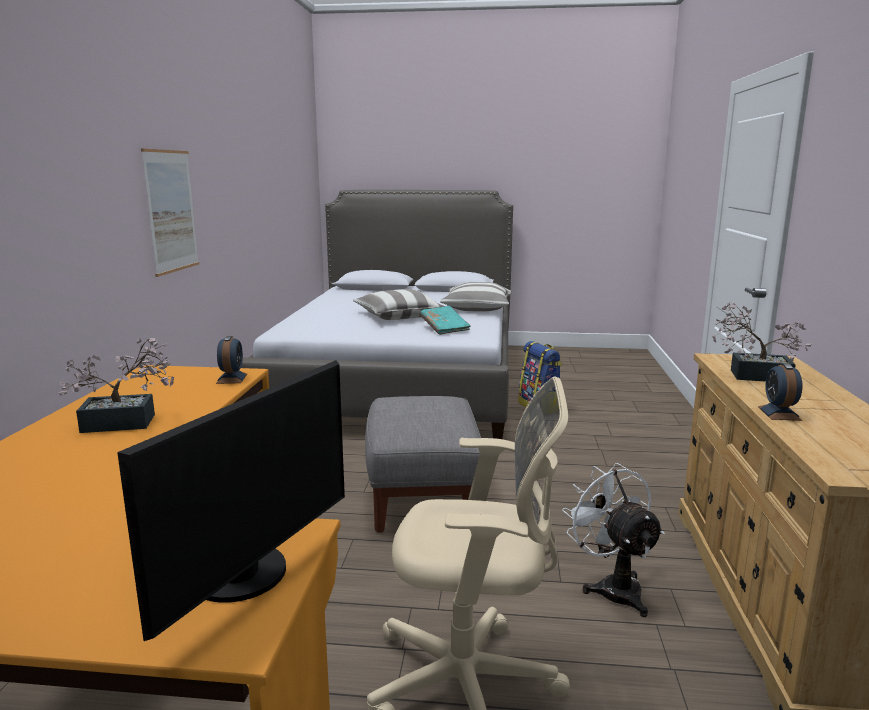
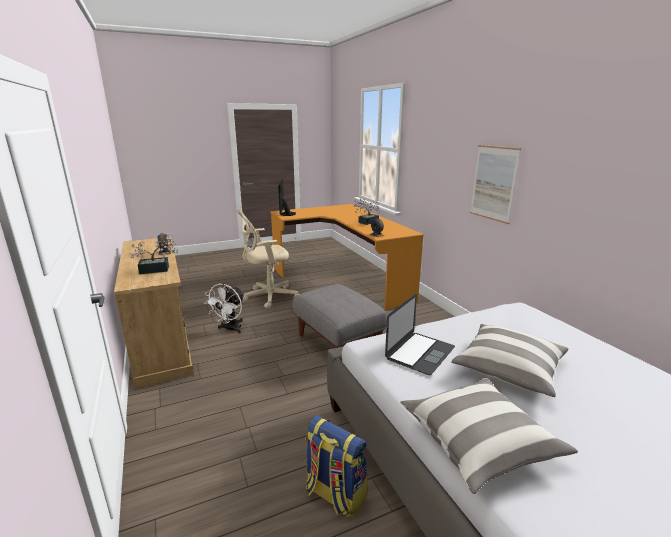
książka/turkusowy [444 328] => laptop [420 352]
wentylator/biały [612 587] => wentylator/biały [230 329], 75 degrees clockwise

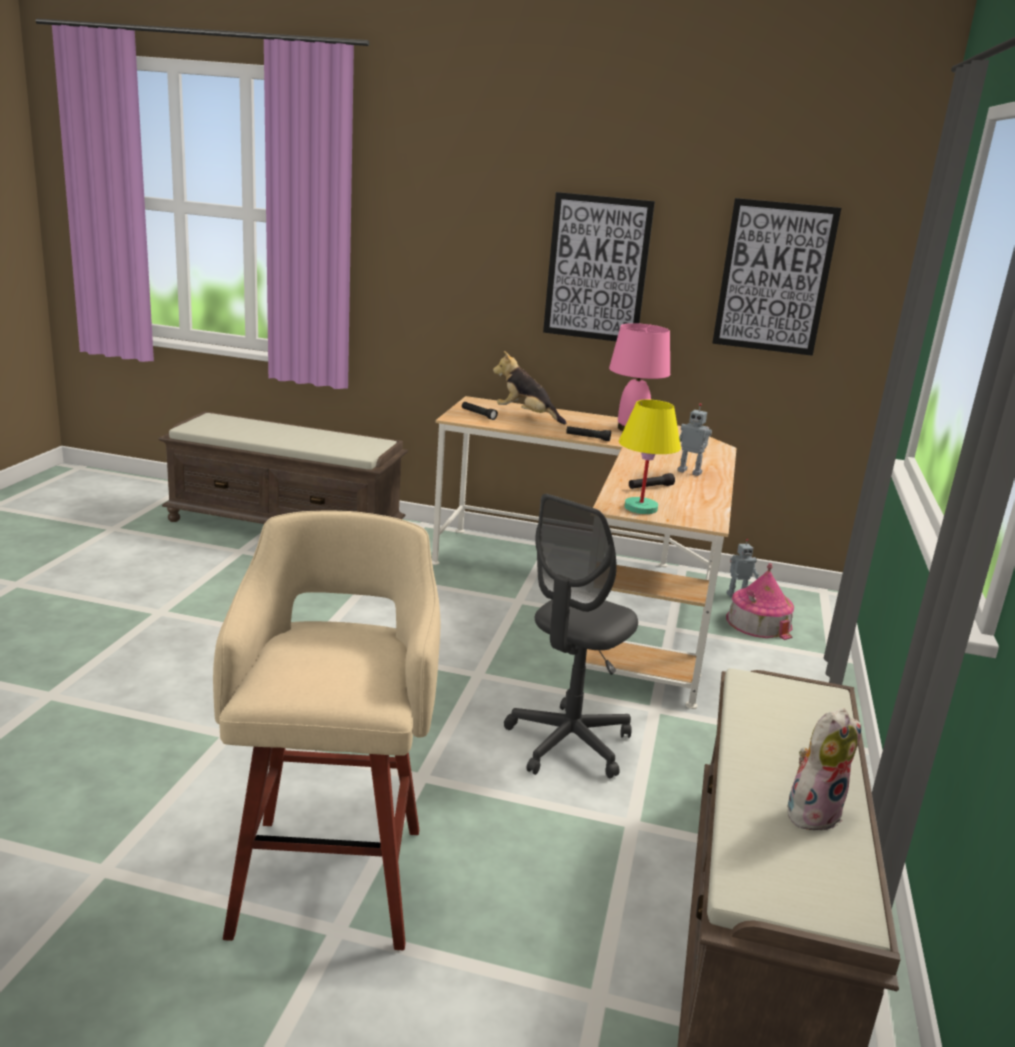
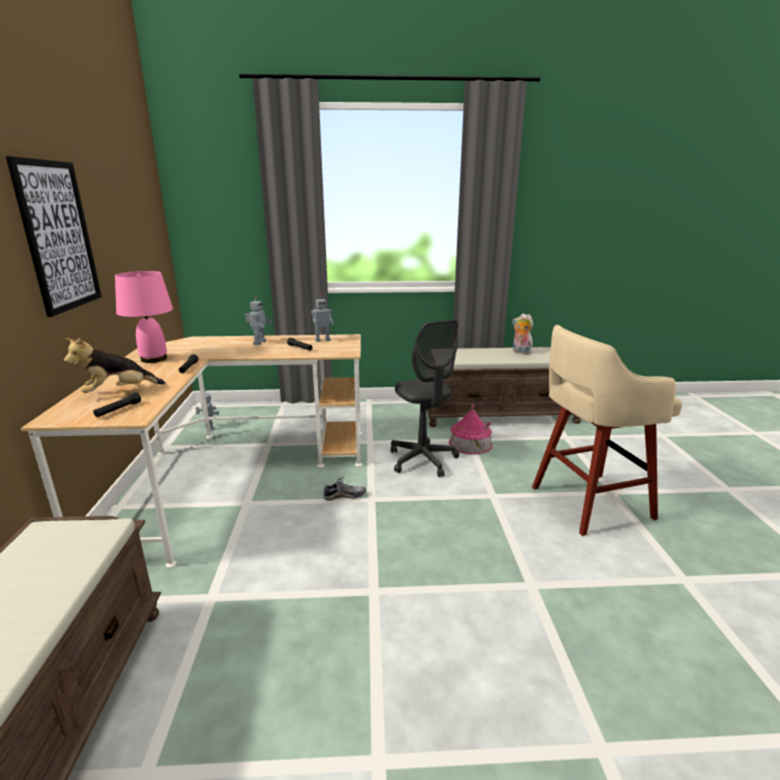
pluszak [526 416] => pluszak [119 392], 45 degrees clockwise
krzesło biurowe/szary [568 743] => krzesło biurowe/szary [422 460], 45 degrees clockwise
lampa stołowa/żółty [641 508] => nothing
obraz [774 277] => nothing
domek [758 622] => domek [470 443], moved
nothing => robot zabawkowy [322 340]
nothing => but [344 496]

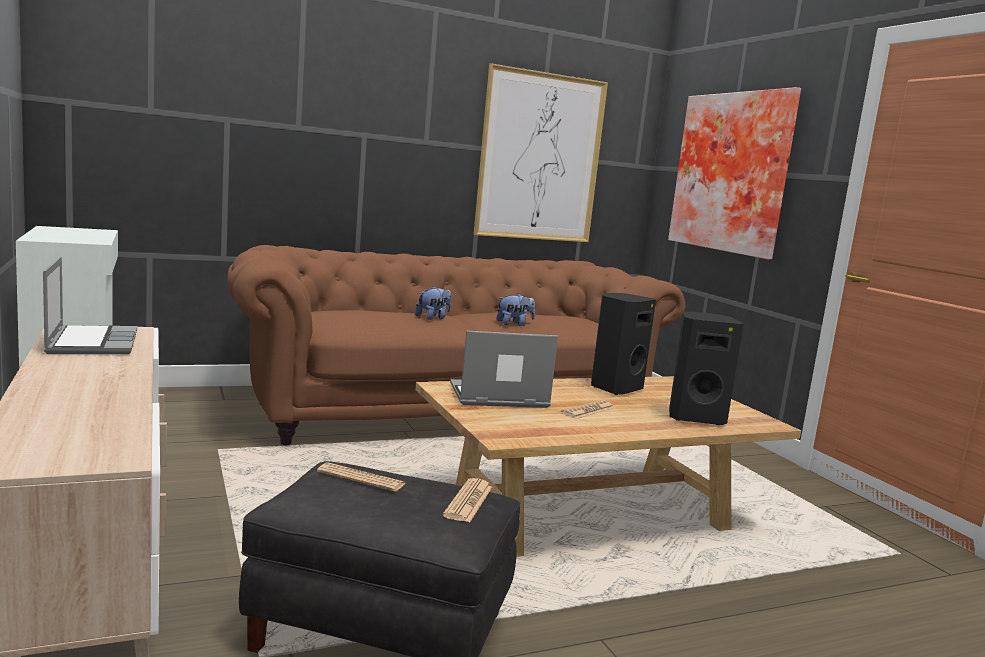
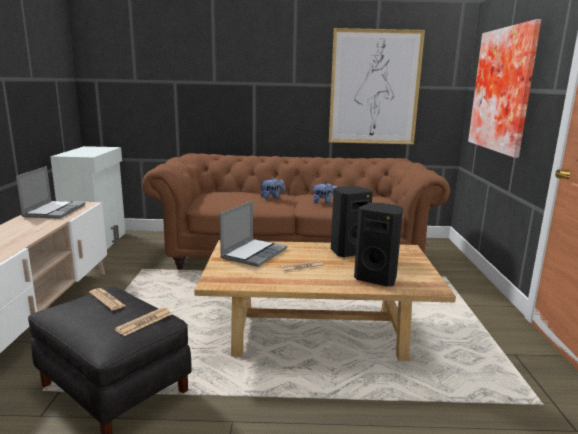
laptop [497 397] => laptop [254 253], 105 degrees clockwise

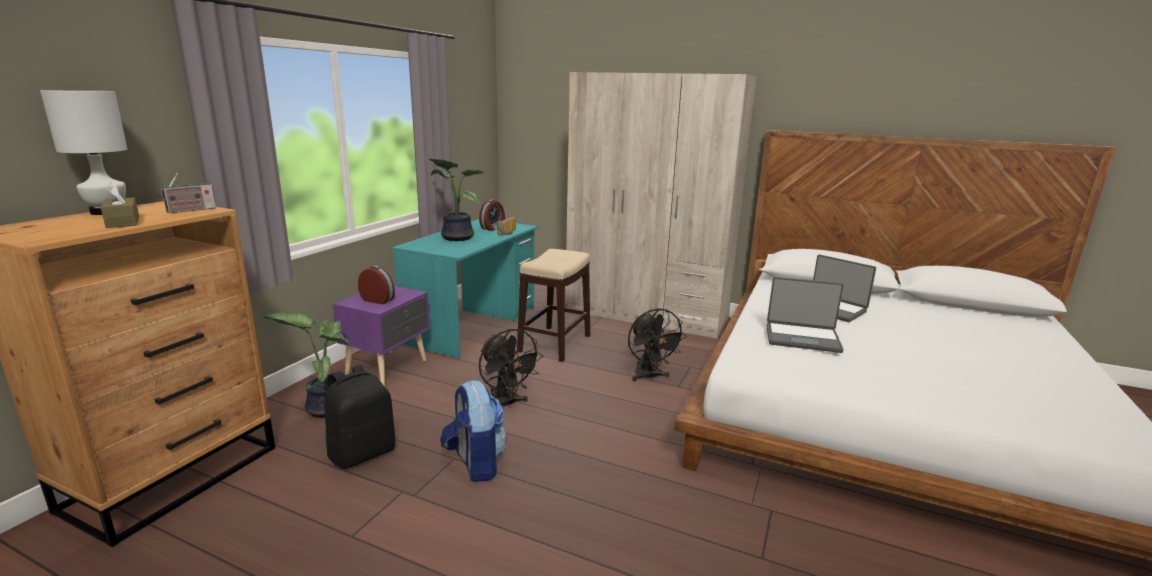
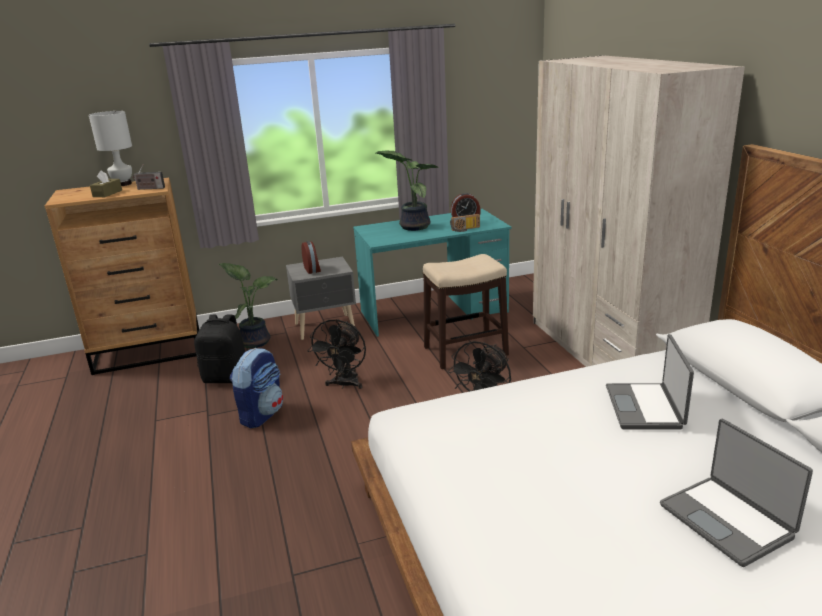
szafka nocna/fioletowy [389 368] => szafka nocna/szary [326 327]
laptop [802 338] => laptop [727 520], moved

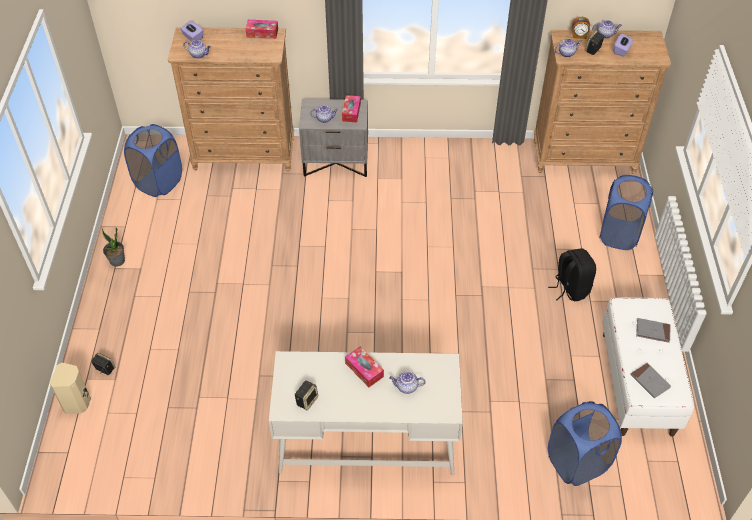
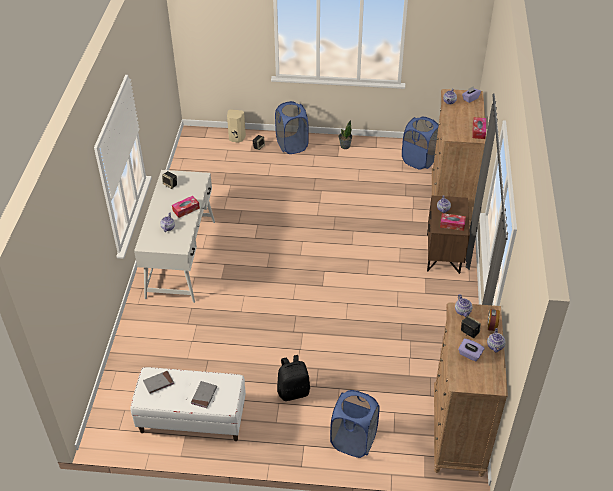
szafka nocna/szary [336 162] => szafka nocna/brązowy [444 254]
kosz na pranie/niebieski [577 462] => kosz na pranie/niebieski [292 145], moved

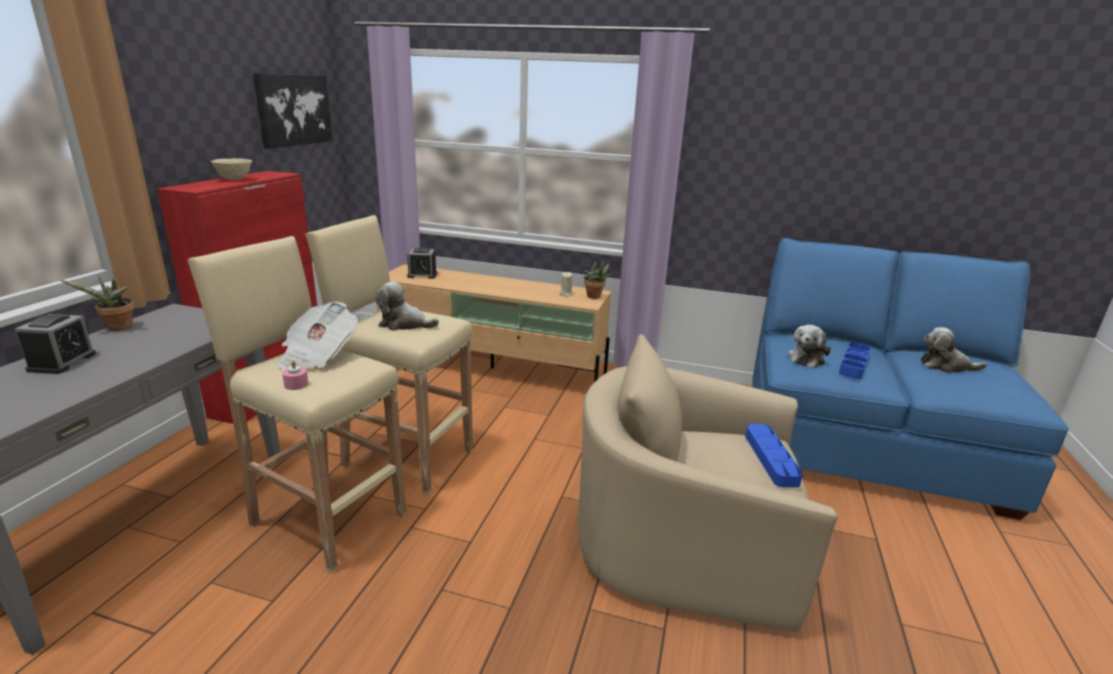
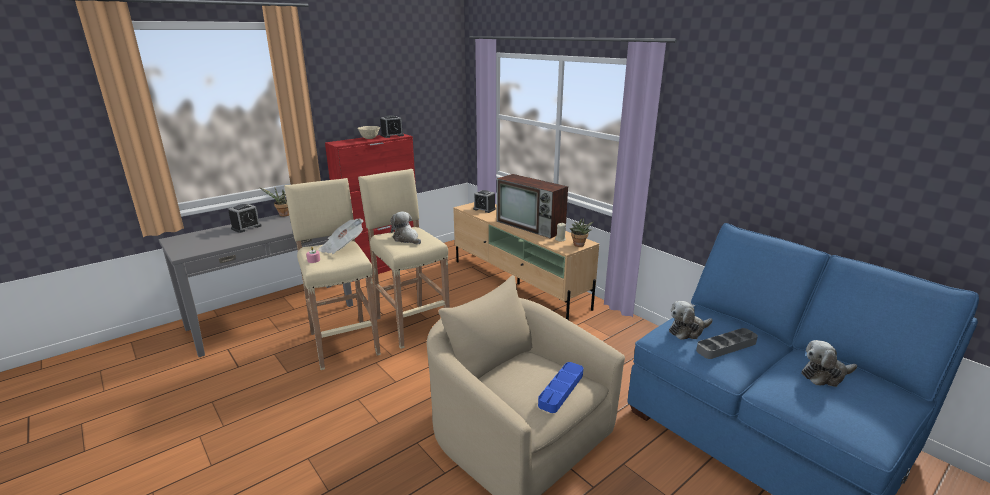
obraz [293 110] => nothing
taca/niebieski [854 363] => taca/szary [726 346]
pluszak [945 366] => pluszak [824 375], 60 degrees counterclockwise
nothing => budzik [392 135]
nothing => telewizor [531 226]

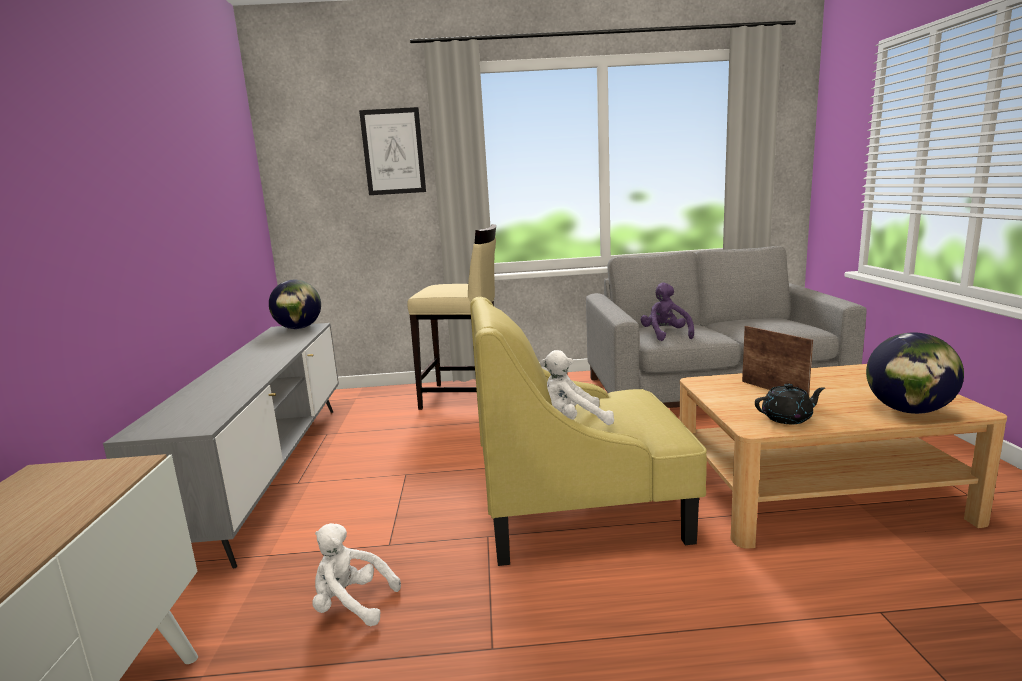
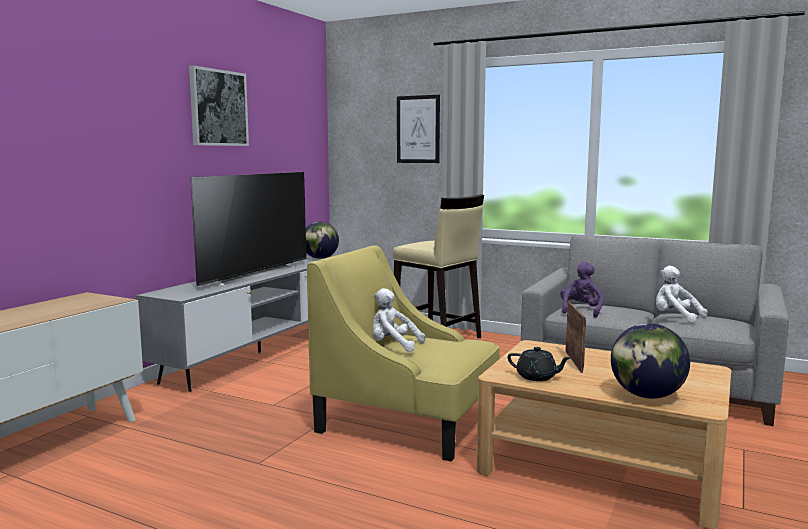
pluszak/biały [351 605] => pluszak/biały [675 317], moved
nothing => obraz [218 108]
nothing => telewizor [252 274]

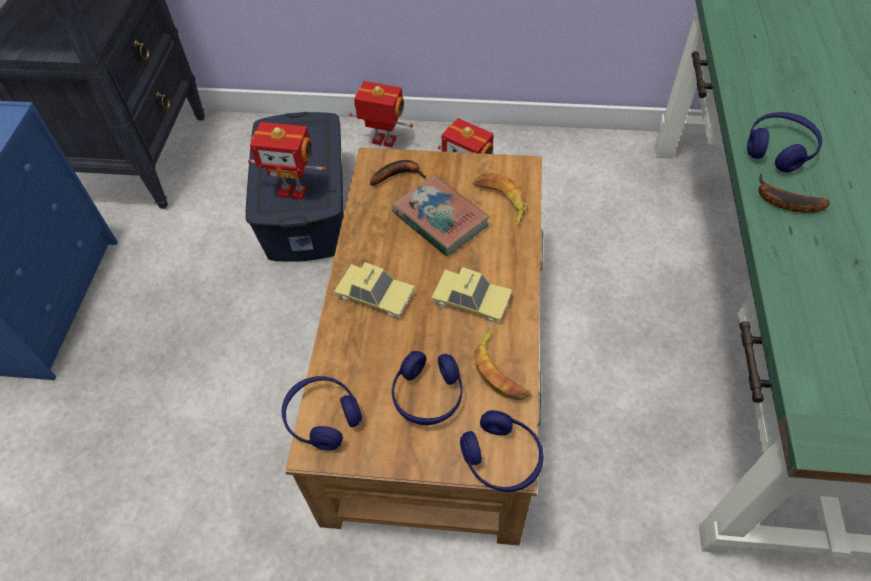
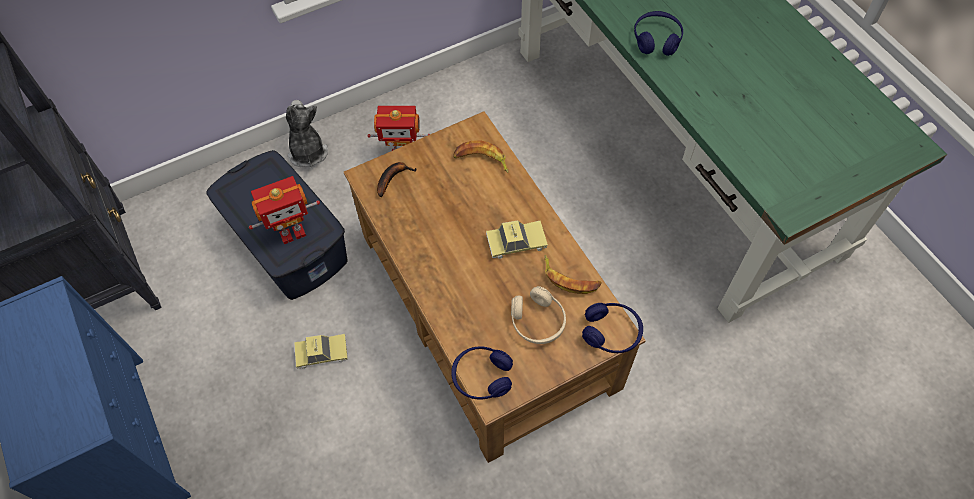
samochodzik [375 295] => samochodzik [322 353], moved
robot zabawkowy [383 142] => pluszak [307 152]
książka [440 219] => nothing
słuchawki/niebieski [428 395] => słuchawki/beżowy [537 321]
banan [783 202] => nothing

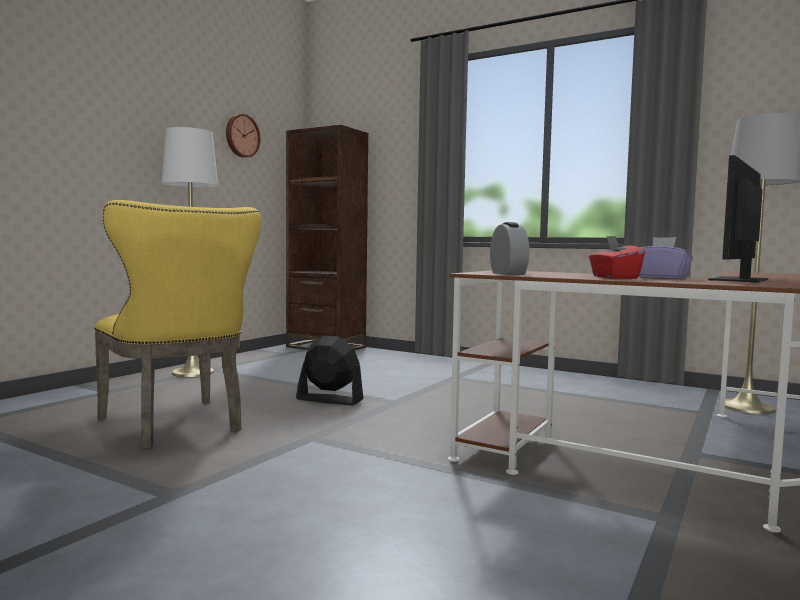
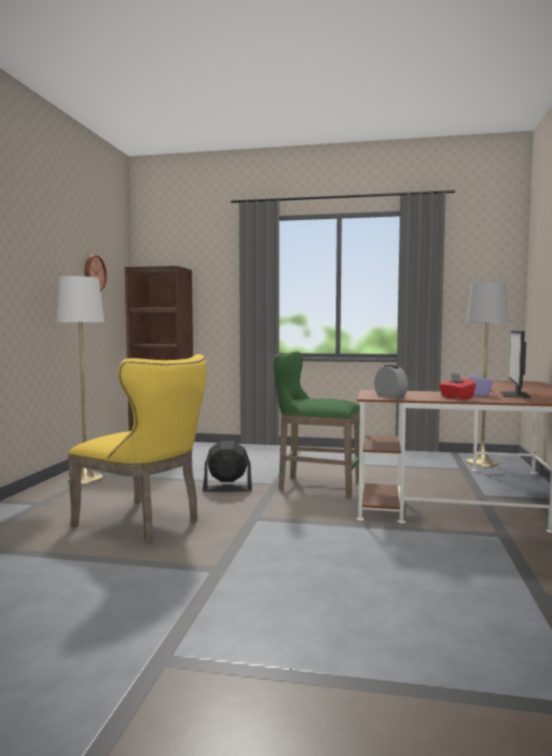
nothing => stołek/zielony [315 486]

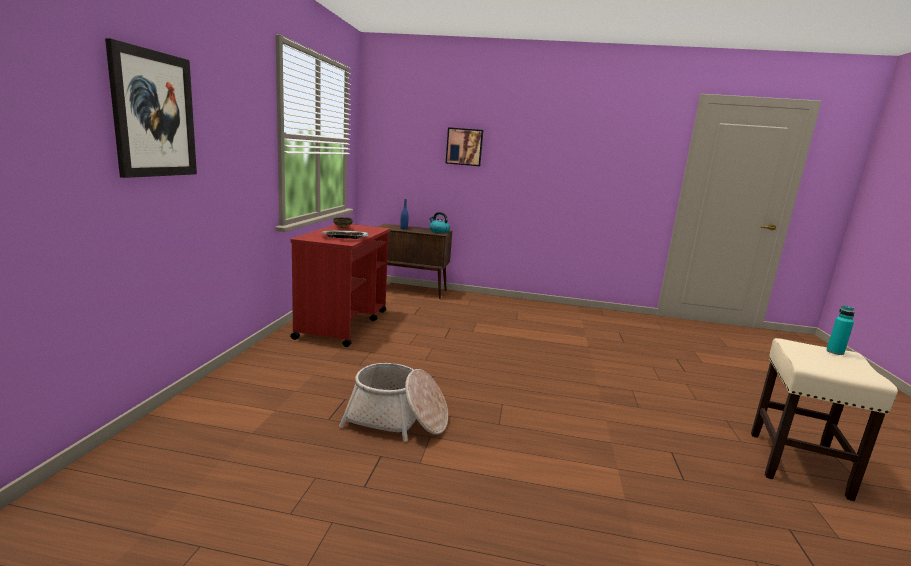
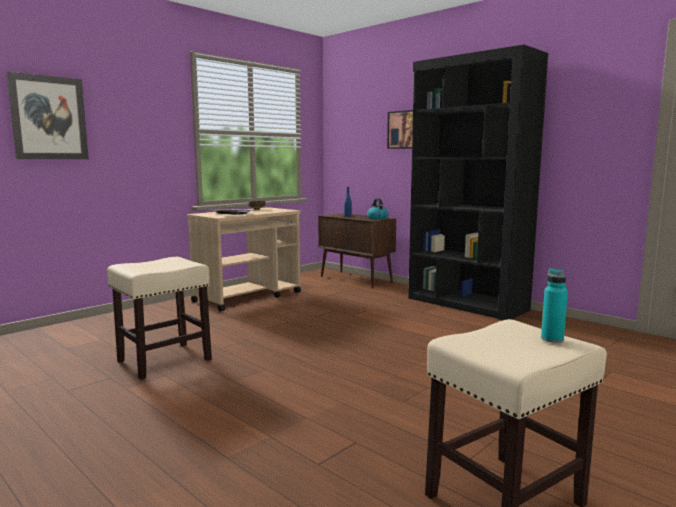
wózek/czerwony [343 324] => wózek/beżowy [248 296]
koszyk [397 420] => stołek/beżowy [163 360]
nothing => regał/czarny [466 304]

